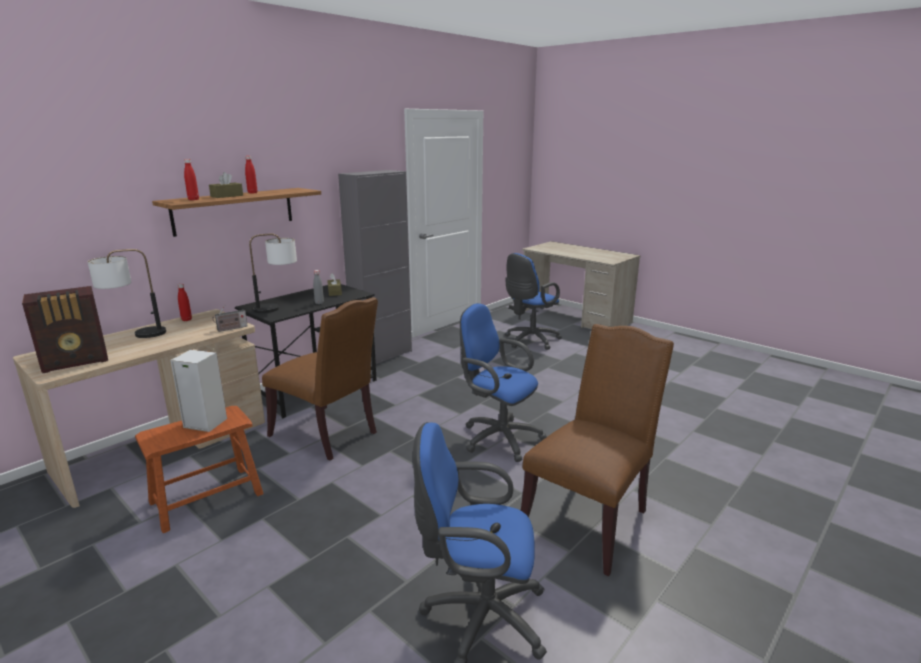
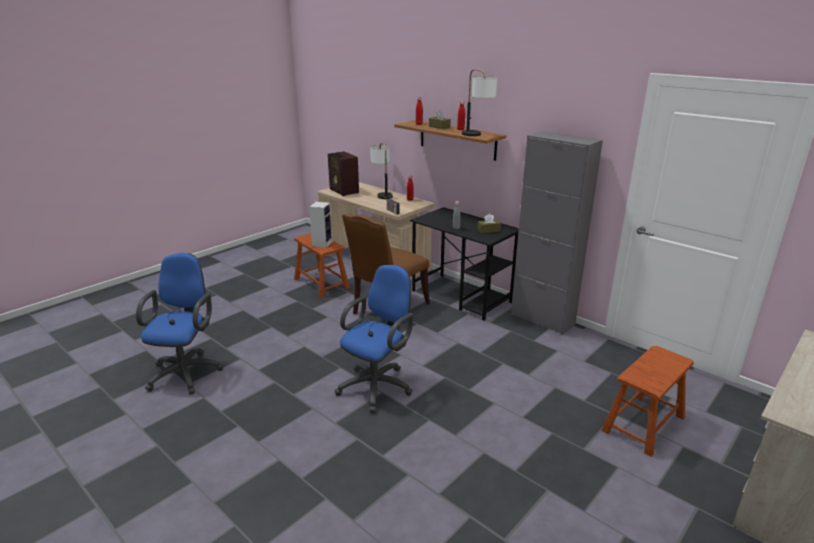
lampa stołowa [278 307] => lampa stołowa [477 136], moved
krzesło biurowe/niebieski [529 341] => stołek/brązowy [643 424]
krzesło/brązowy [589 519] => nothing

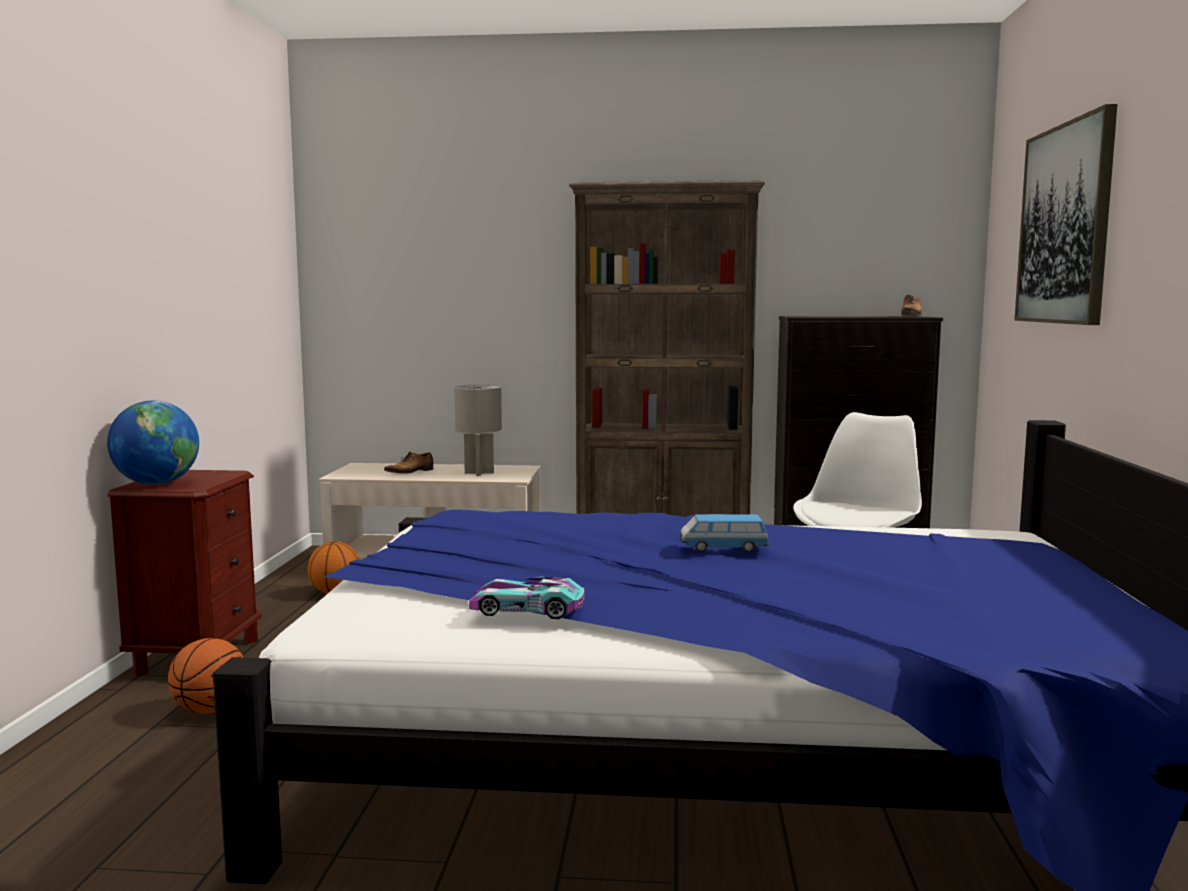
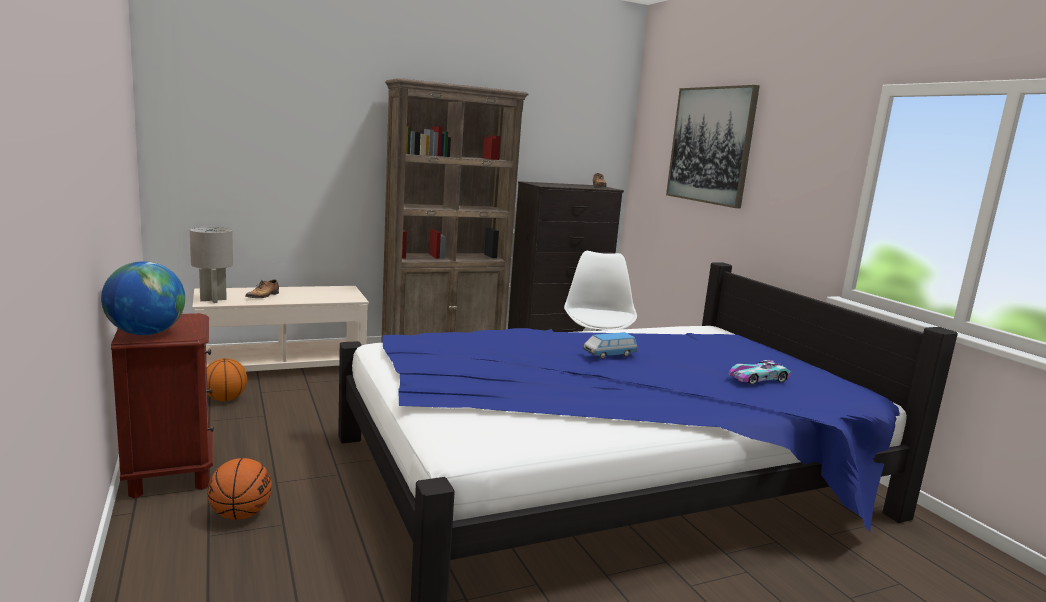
lampa stołowa/szary [478 473] => lampa stołowa/szary [213 300], moved
samochodzik [527 609] => samochodzik [758 378], moved

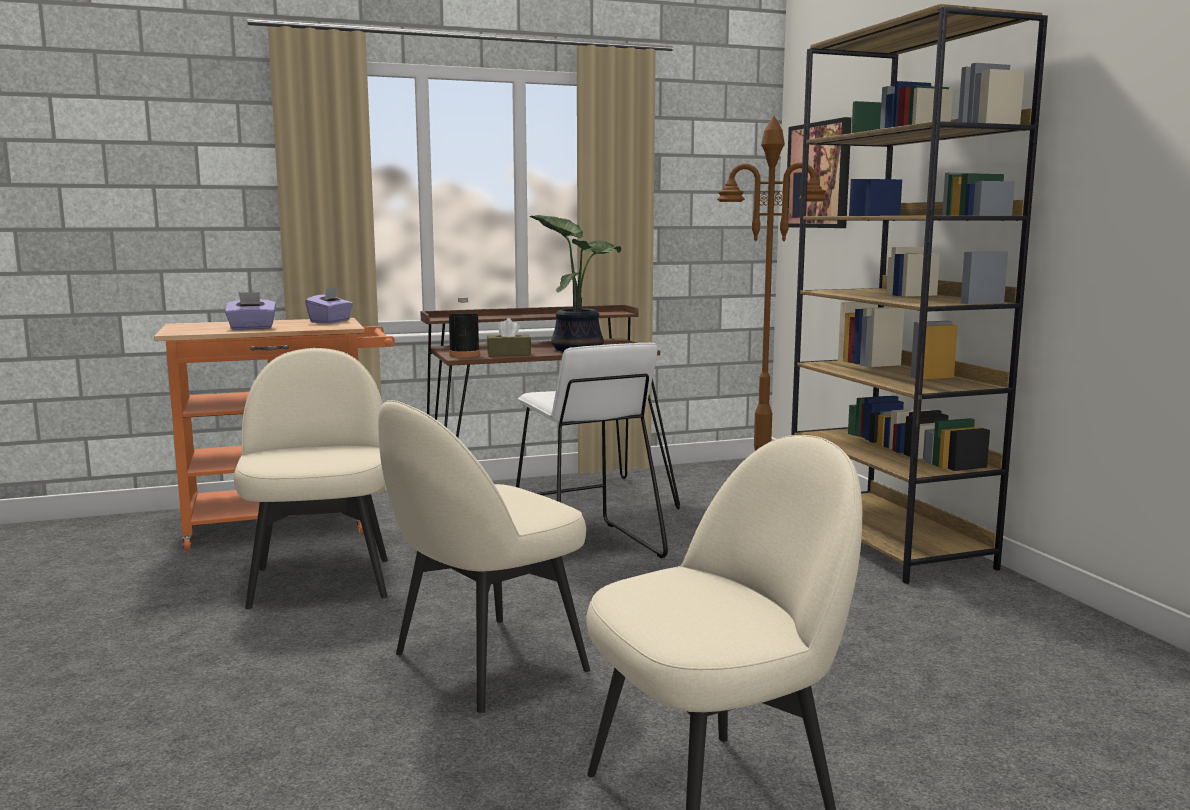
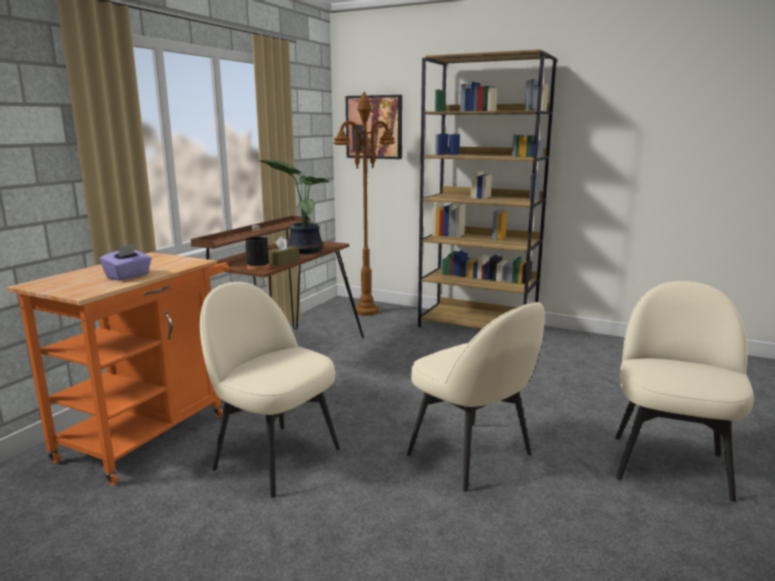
pudełko chusteczek/fioletowy [330 321] => nothing
krzesło/beżowy [485 663] => krzesło/beżowy [472 456], 45 degrees counterclockwise
stołek/biały [584 549] => nothing

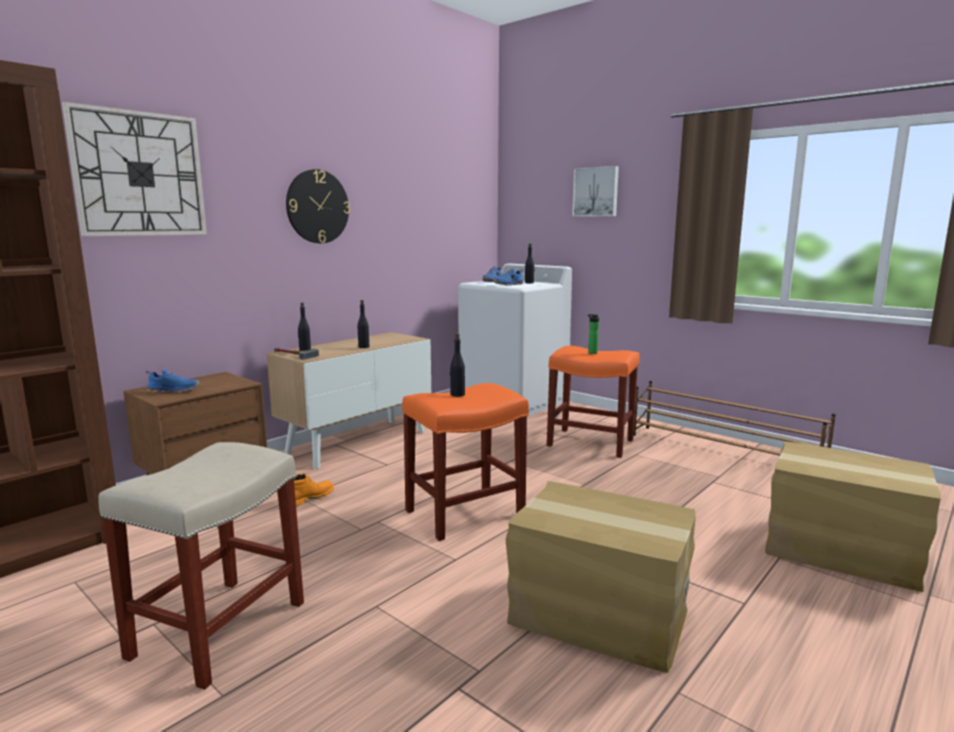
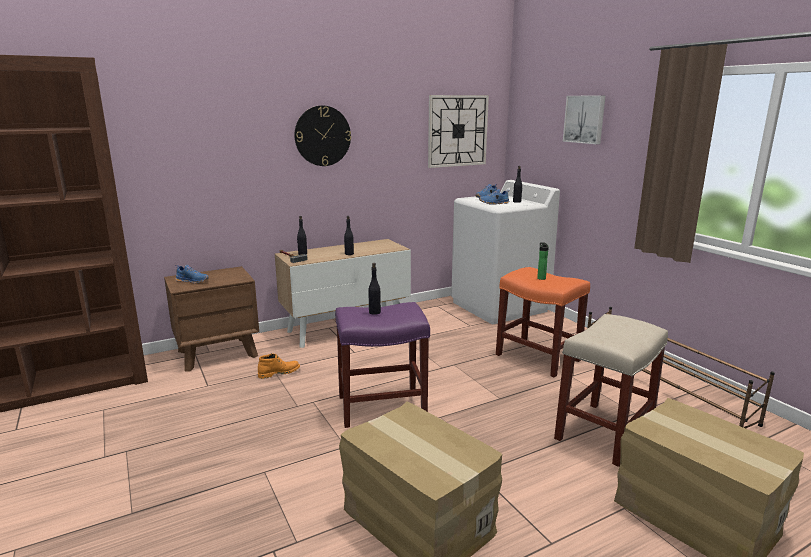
zegar ścienny [140 174] => zegar ścienny [457 131], moved
stołek/beżowy [220 627] => stołek/beżowy [604 432], moved
stołek/pomarańczowy [466 512] => stołek/fioletowy [383 406]

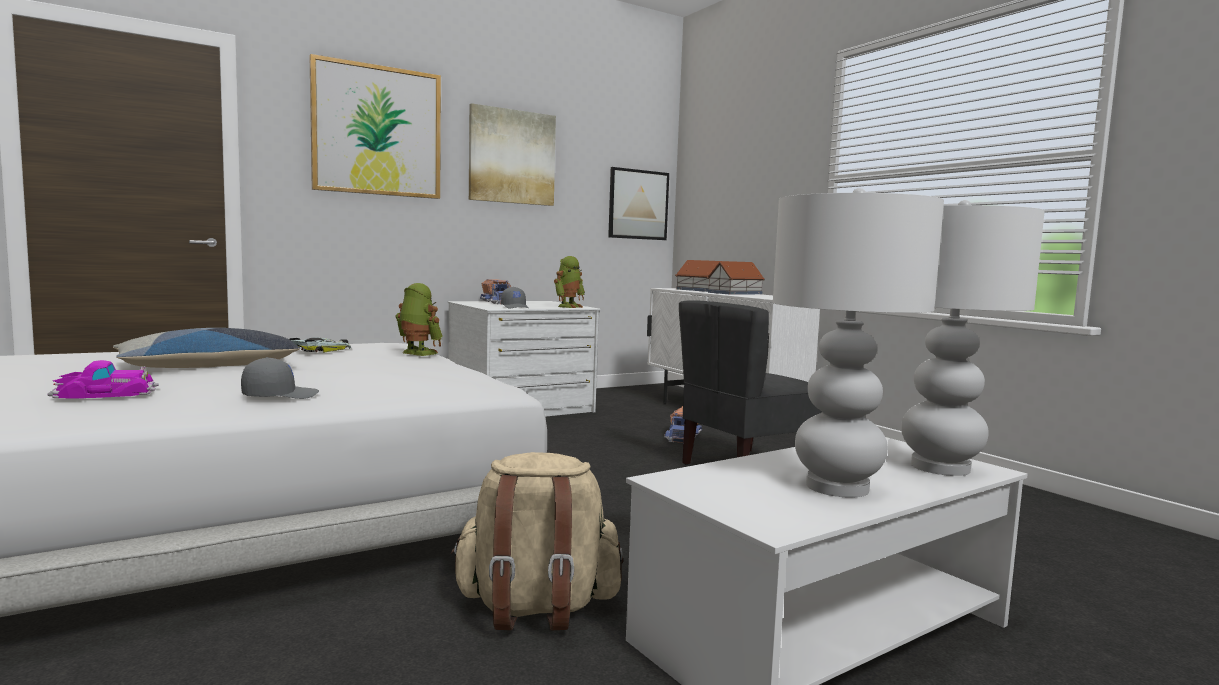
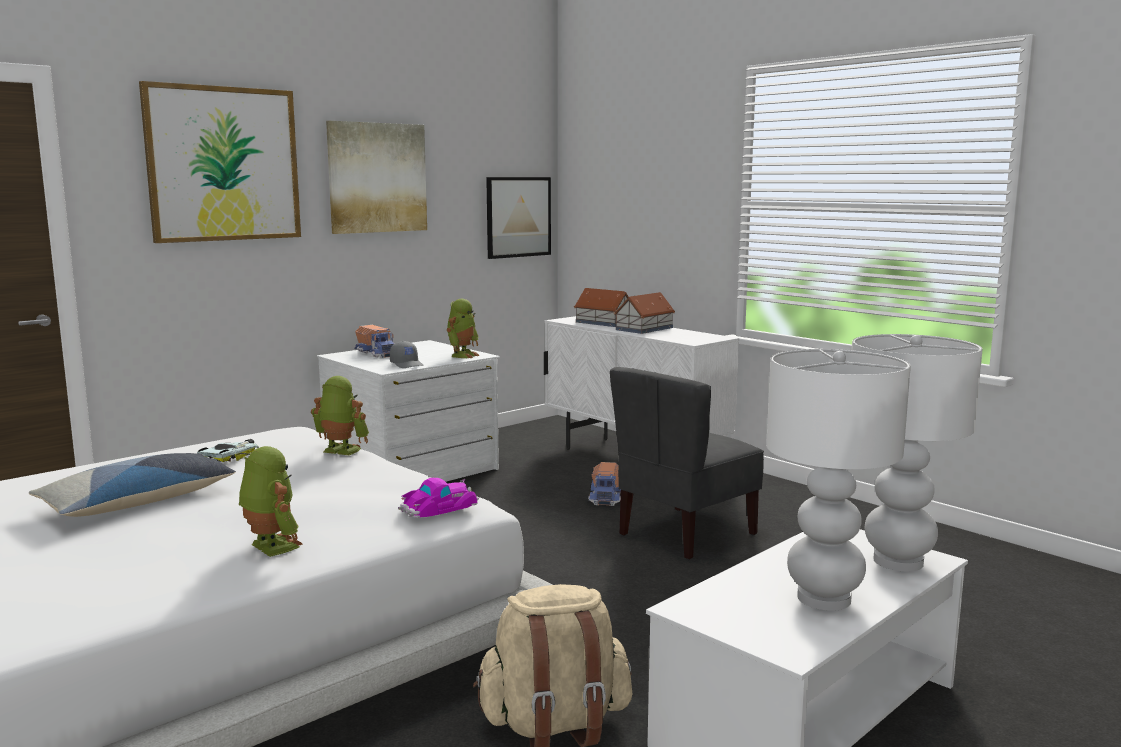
samochodzik [105 393] => samochodzik [439 506], moved
czapka z daszkiem/szary [280 396] => robot zabawkowy [270 547]

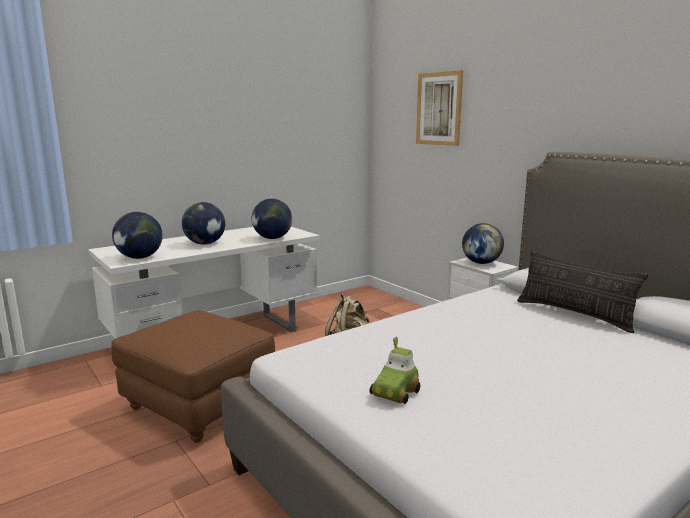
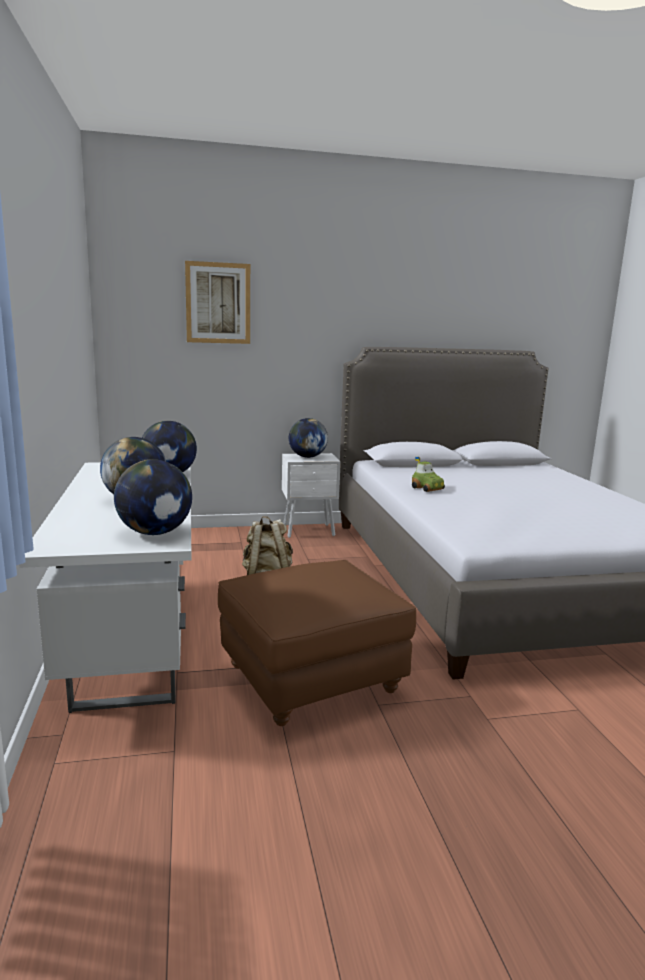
samochodzik [395 393] => samochodzik [428 488], moved
poduszka [574 314] => nothing

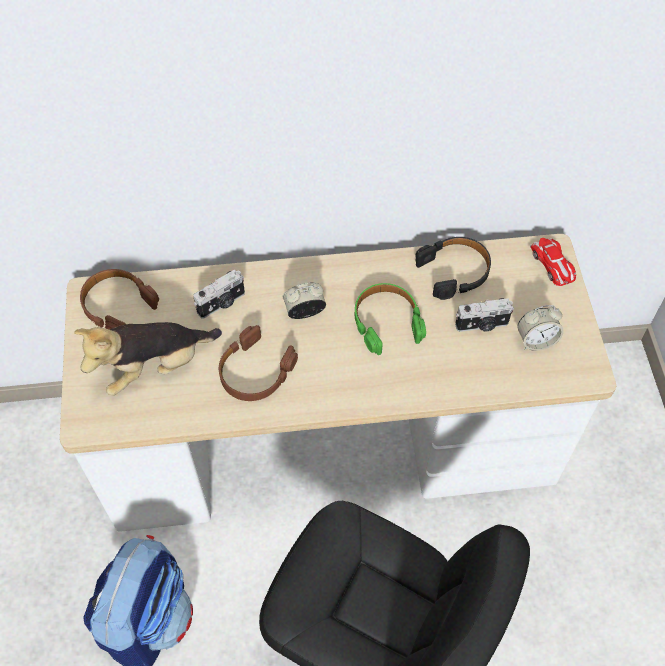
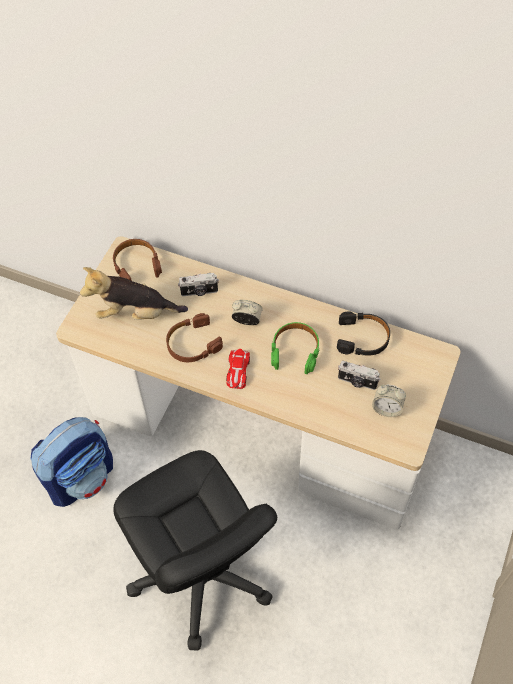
samochodzik [552 264] => samochodzik [238 370], moved

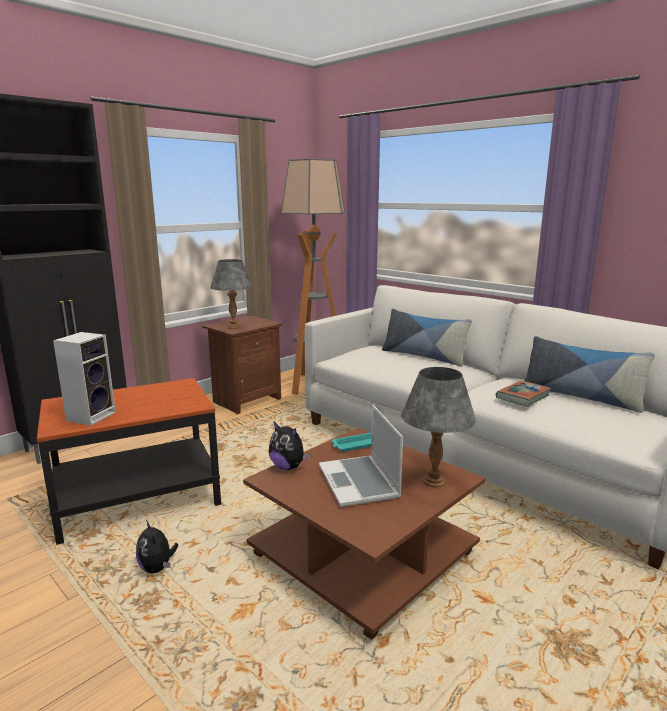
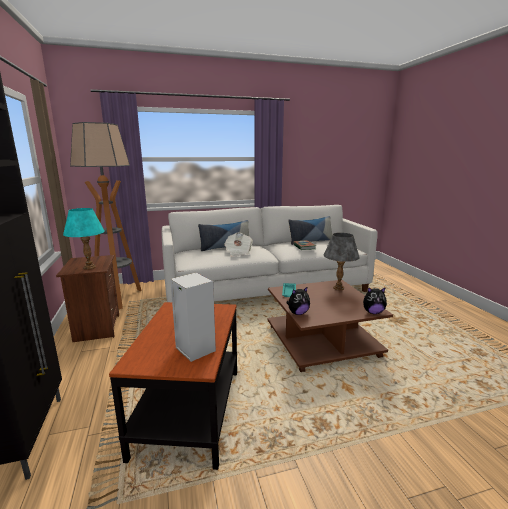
pluszak [157 568] => pluszak [373 312], moved
lampa stołowa/szary [233 327] => lampa stołowa/turkusowy [89 267]
laptop [360 483] => nothing
nothing => gazeta [238 252]

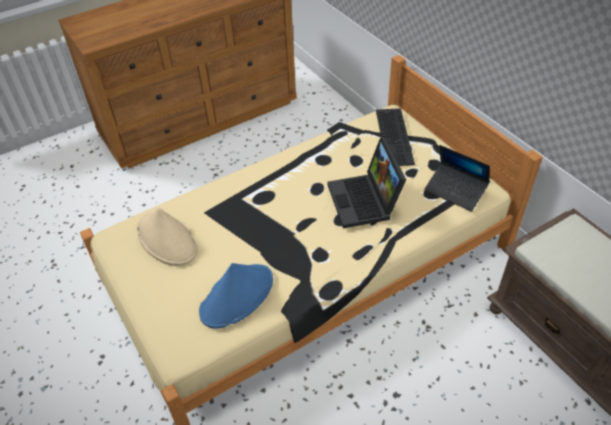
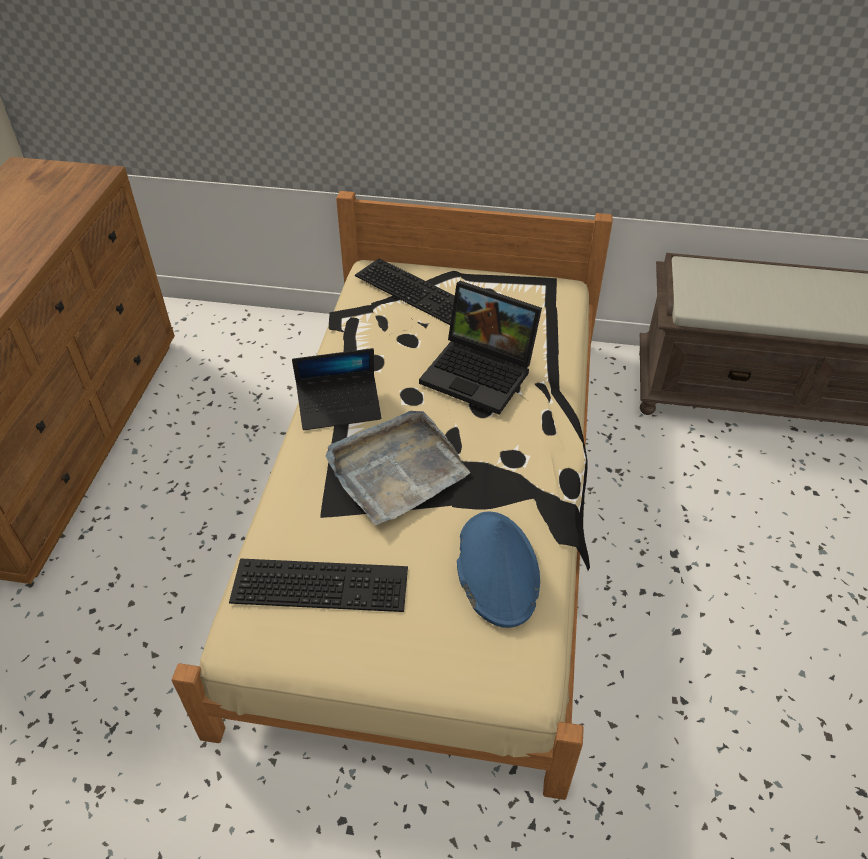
kapelusz/beżowy [167 239] => klawiatura [322 582]
laptop [455 191] => laptop [339 407], moved
nothing => taca/szary [396 469]

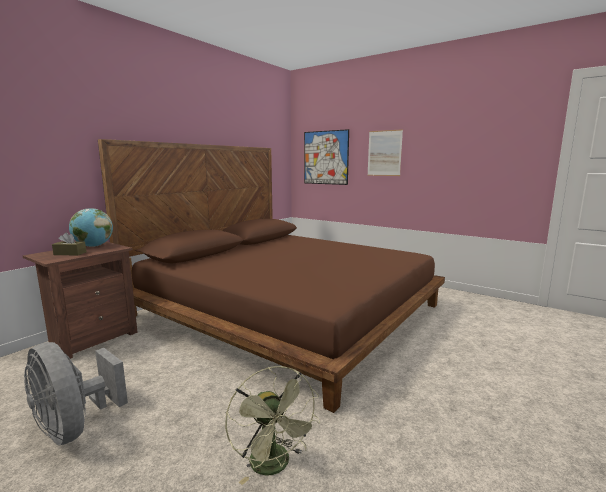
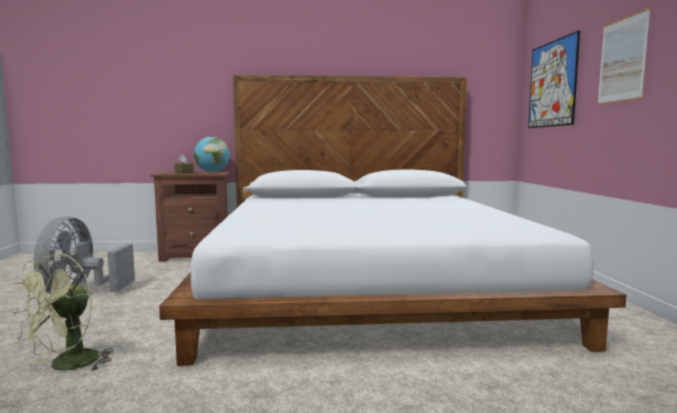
łóżko/brązowy [288 311] => łóżko/biały [366 284]

